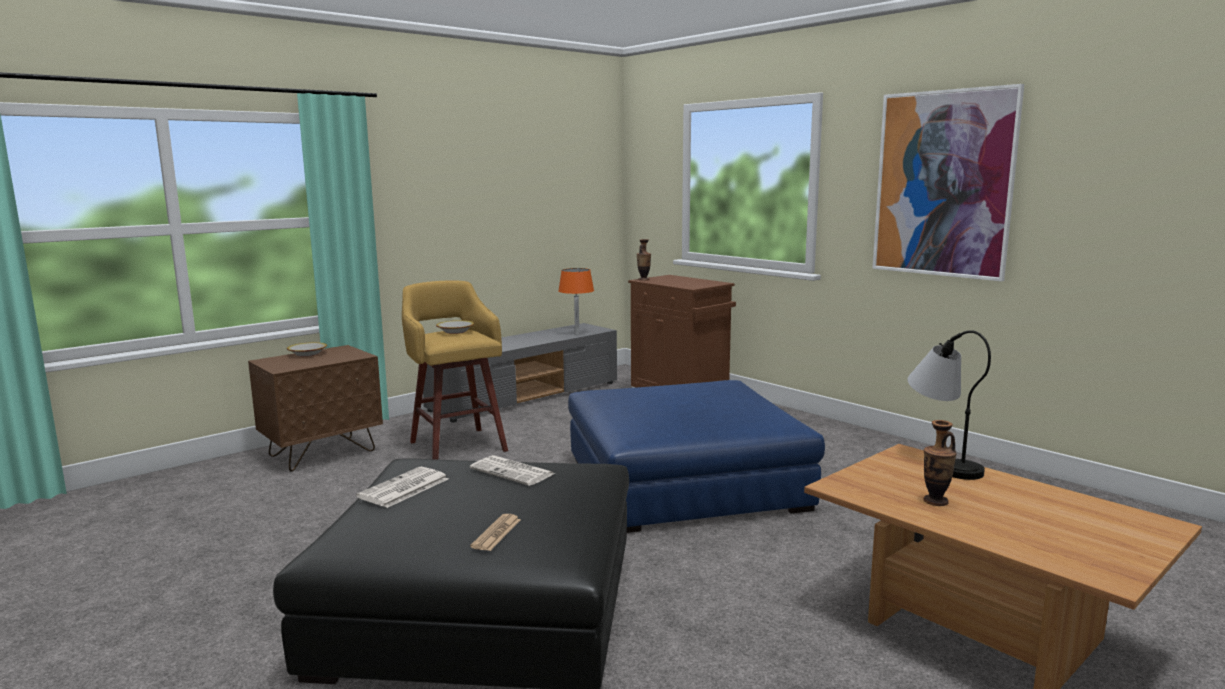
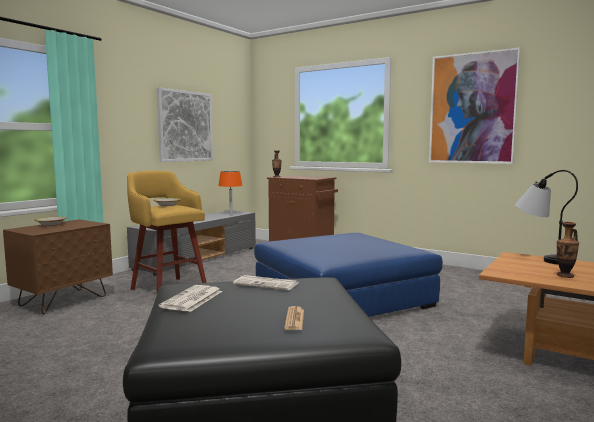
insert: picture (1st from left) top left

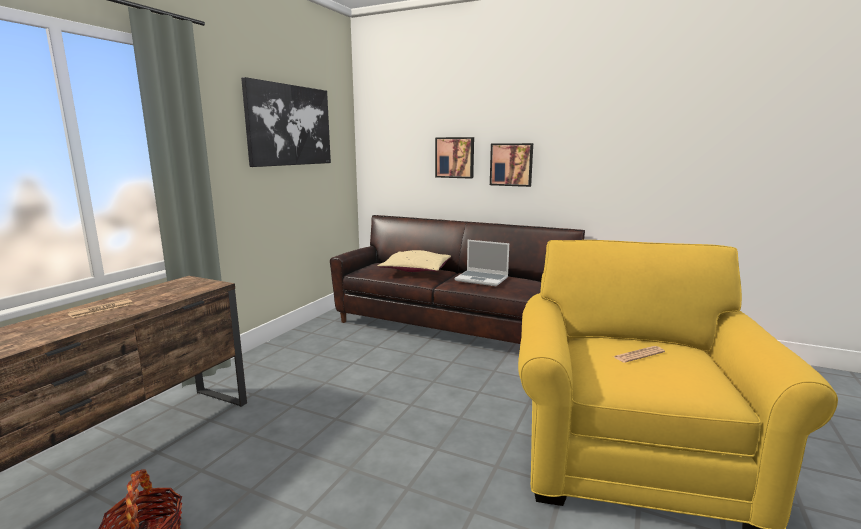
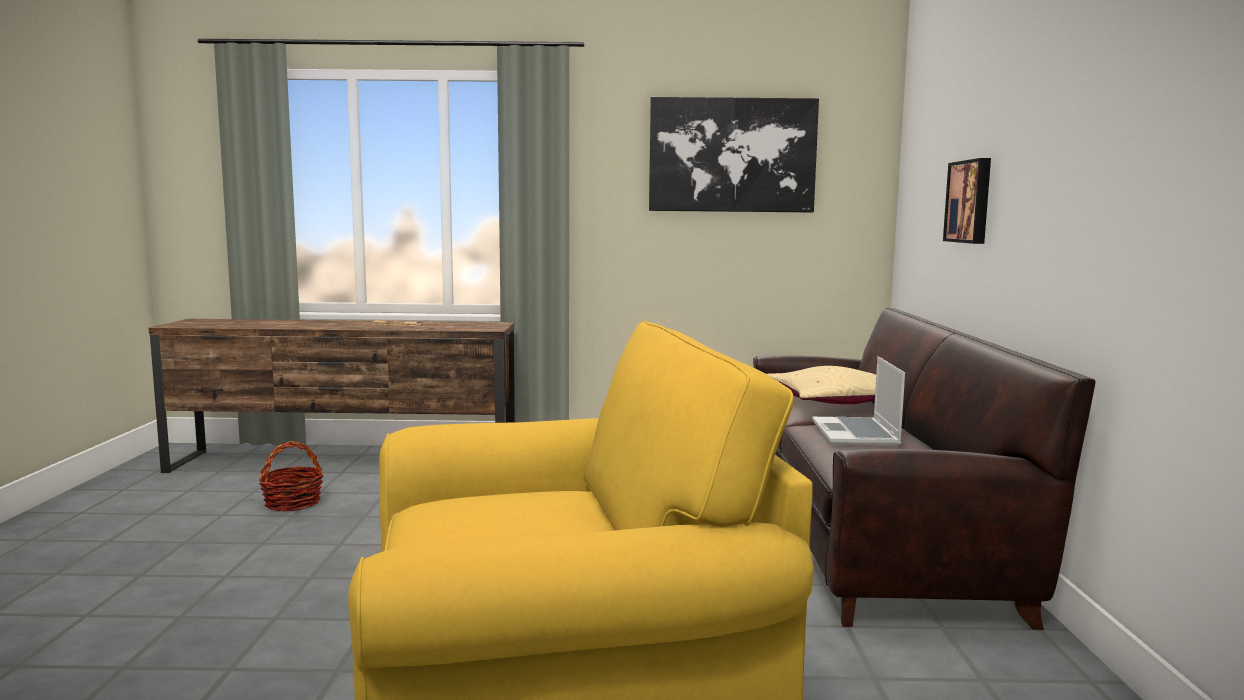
delete: picture (3rd from left) top centre; newspaper (2nd from left) bottom right

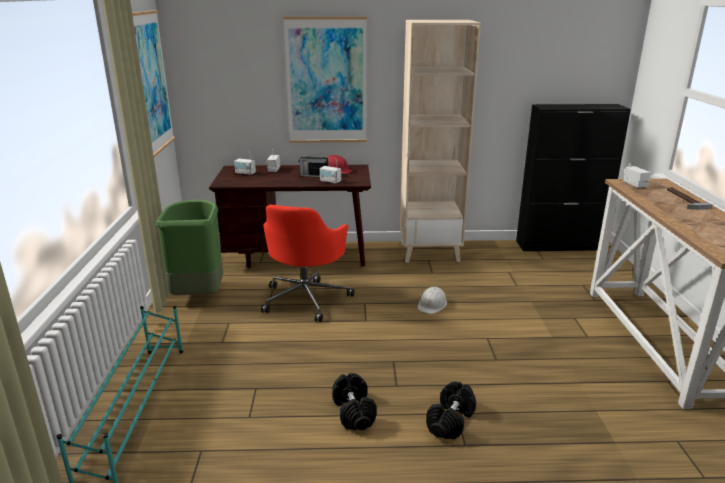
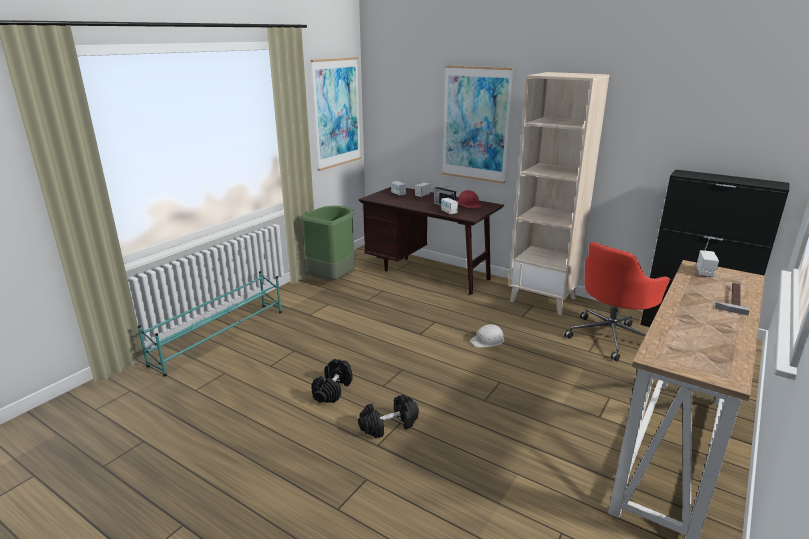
move: red_office_chair centre to middle right

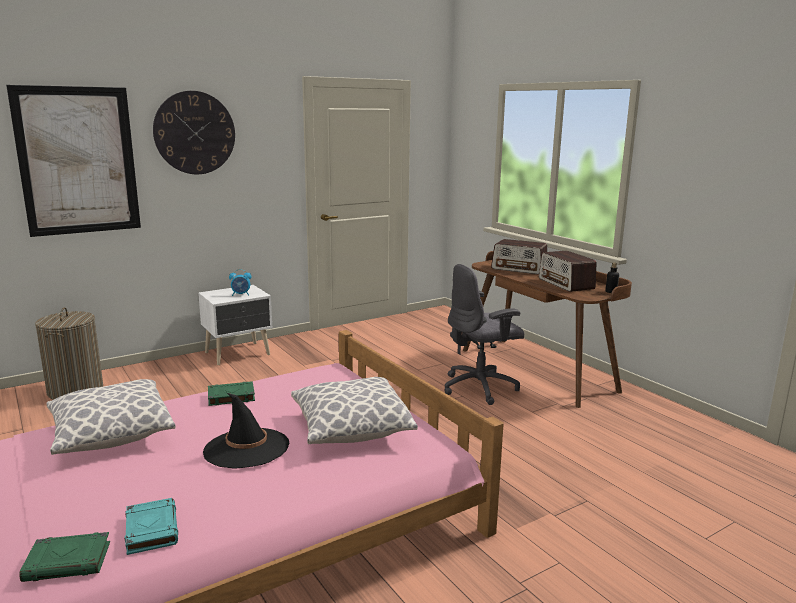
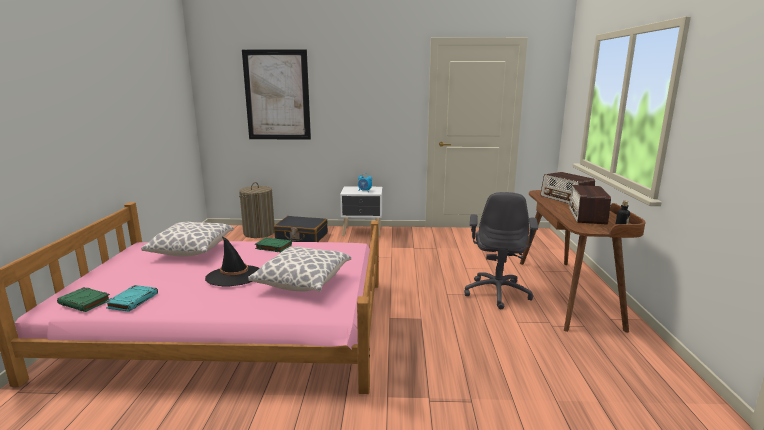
delete: wall_clock top left
insert: black_suitcase centre
rotate: grey_office_chair centre = centre 90 degrees counterclockwise

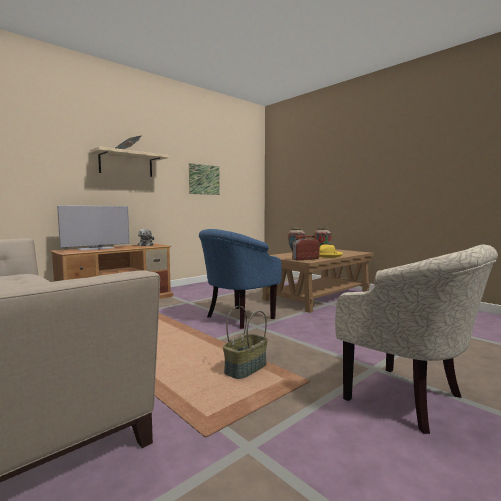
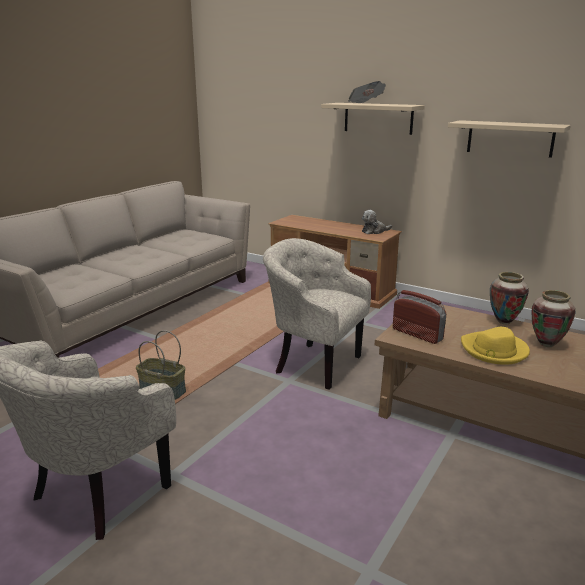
delete: television middle left
replace: picture centre to beige_shelf (2nd from left) top right
recolor: blue_armchair centre to beige_armchair (2nd from left) centre

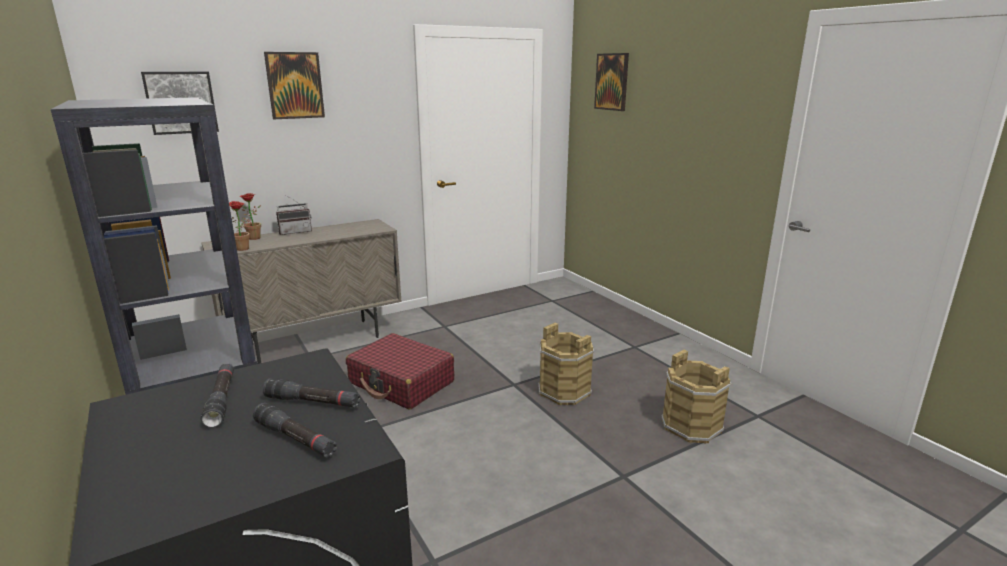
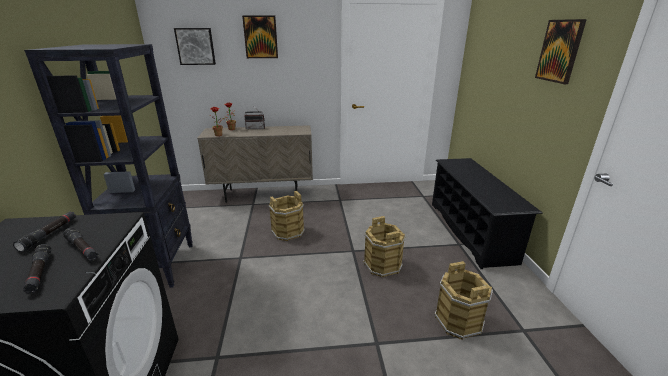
insert: black_shoe_rack middle right
move: picture (3rd from left) top centre to top right
replace: red_suitcase centre to brown_bucket (1st from left) centre

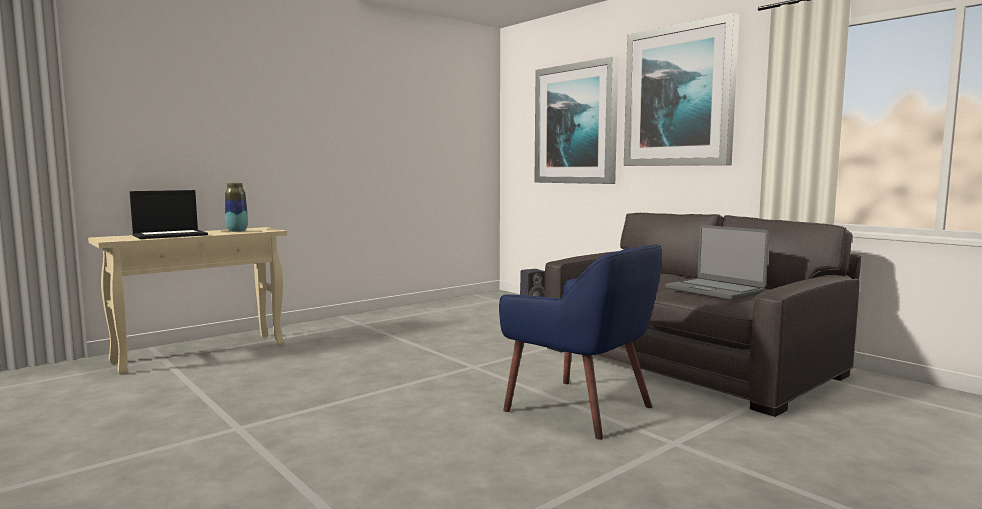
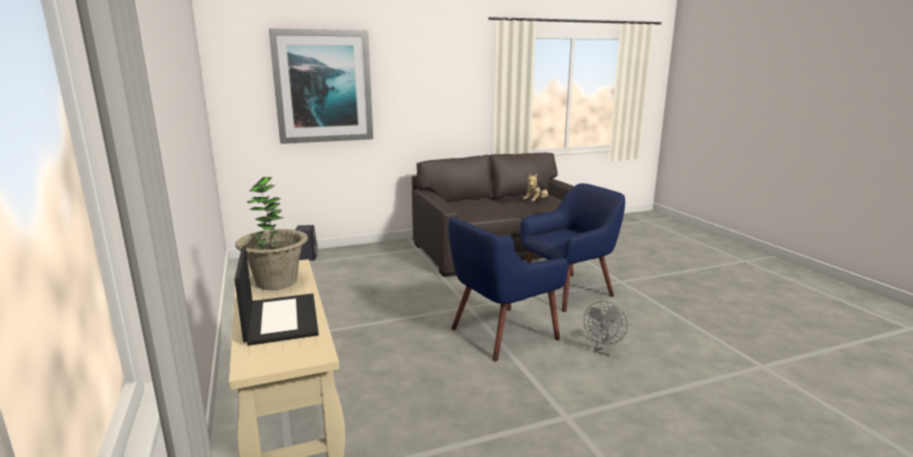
delete: picture (2nd from left) top right
insert: blue_armchair (1st from left) centre; grey_fan bottom centre
replace: vase middle left to potted_plant middle left; laptop (2nd from left) middle right to plush_toy centre

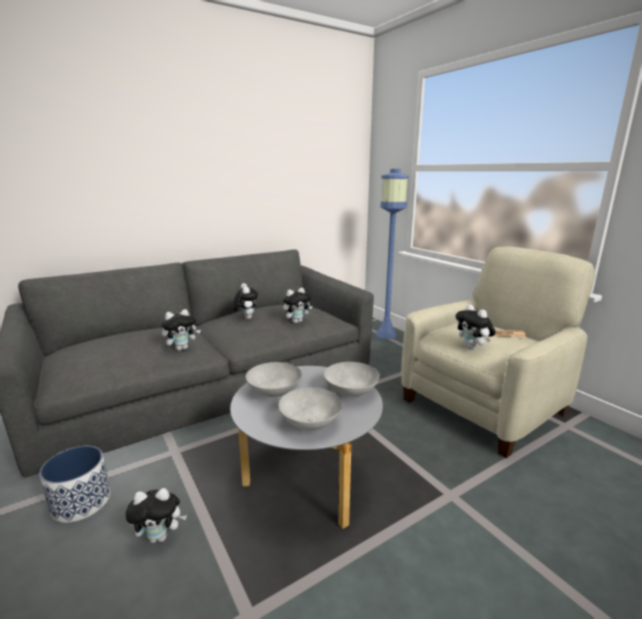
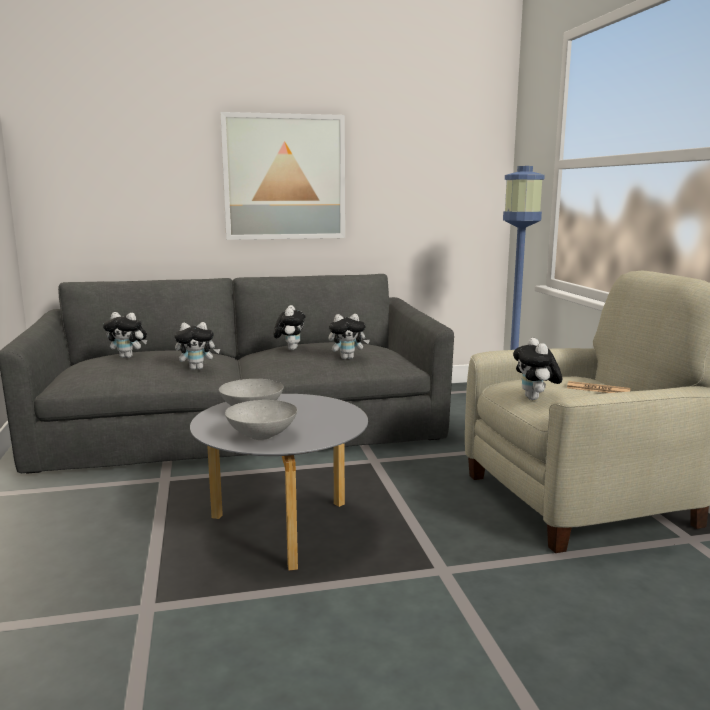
delete: planter bottom left; grey_bowl (3rd from left) centre
insert: picture top centre
move: plush_toy (1st from left) bottom left to middle left

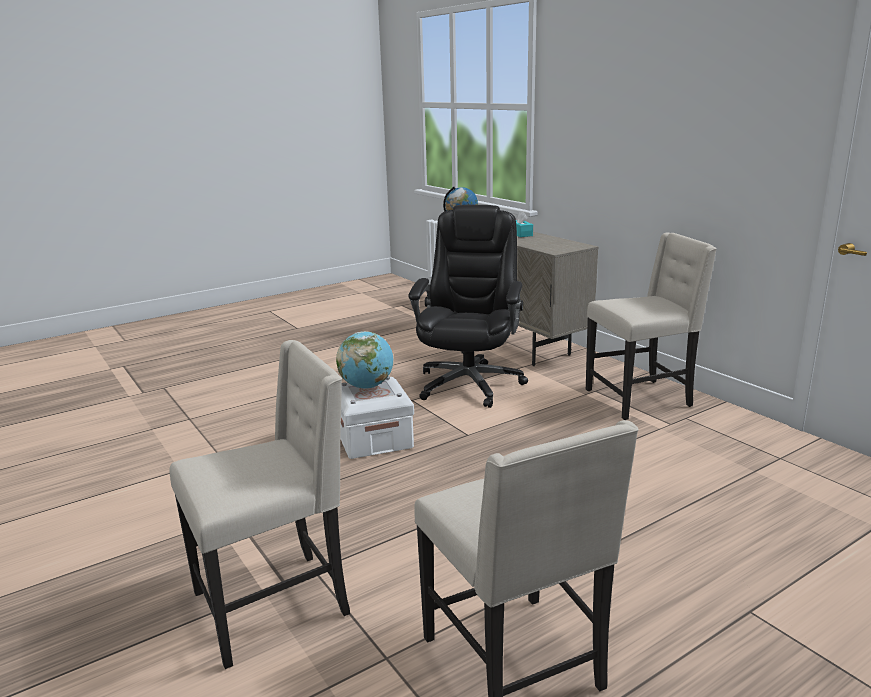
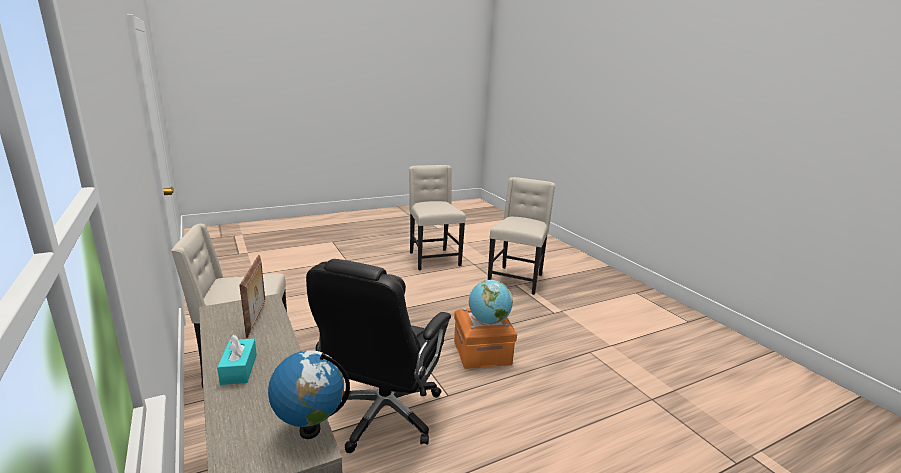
insert: picture_frame middle left
recolor: white_storage_box centre to orange_storage_box bottom centre
rotate: beige_chair (1st from left in the first image) bottom left = centre 135 degrees clockwise

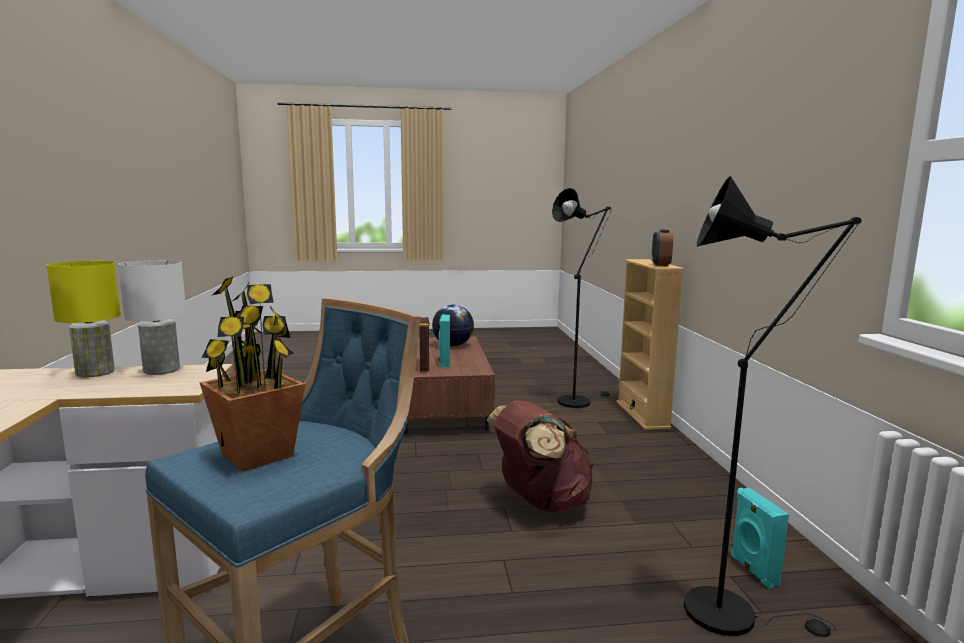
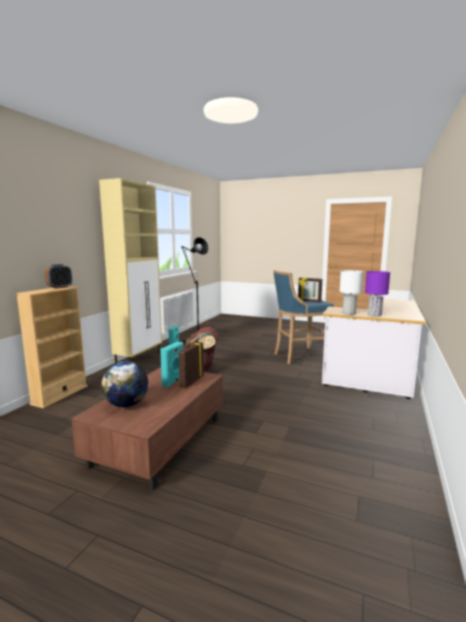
delete: black_floor_lamp (1st from left) centre
insert: beige_cabinet middle left
replace: potted_plant middle left to picture_frame (2nd from left) centre
recolor: yellow_table_lamp middle left to purple_table_lamp middle right

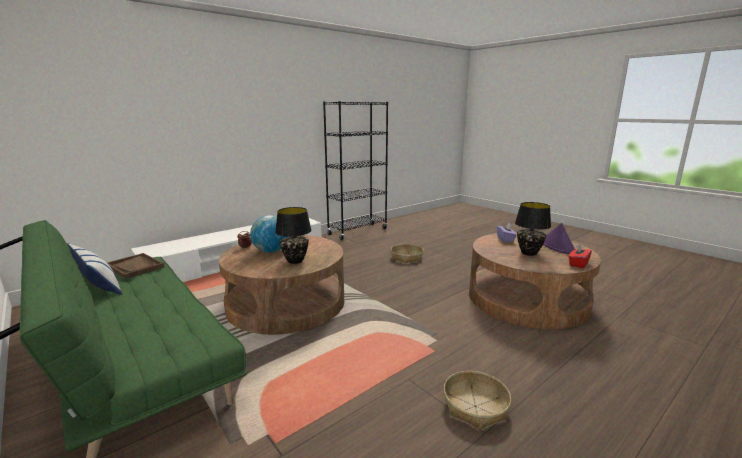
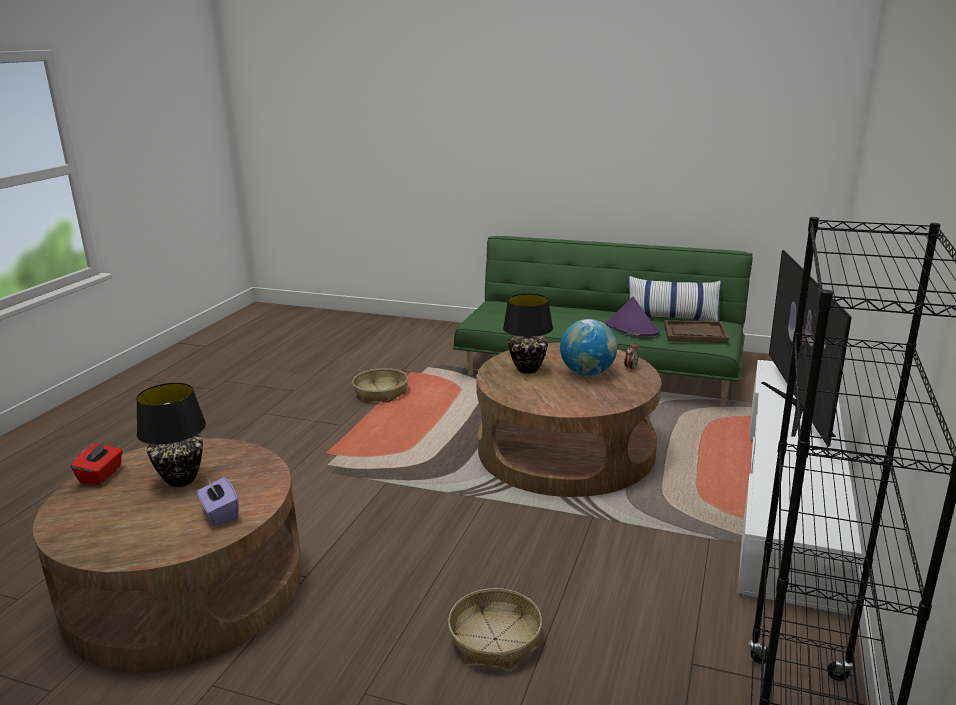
insert: television middle right
move: basket (2nd from left in the first image) bottom centre to basket (1st from left) centre; purple_hat middle right to centre

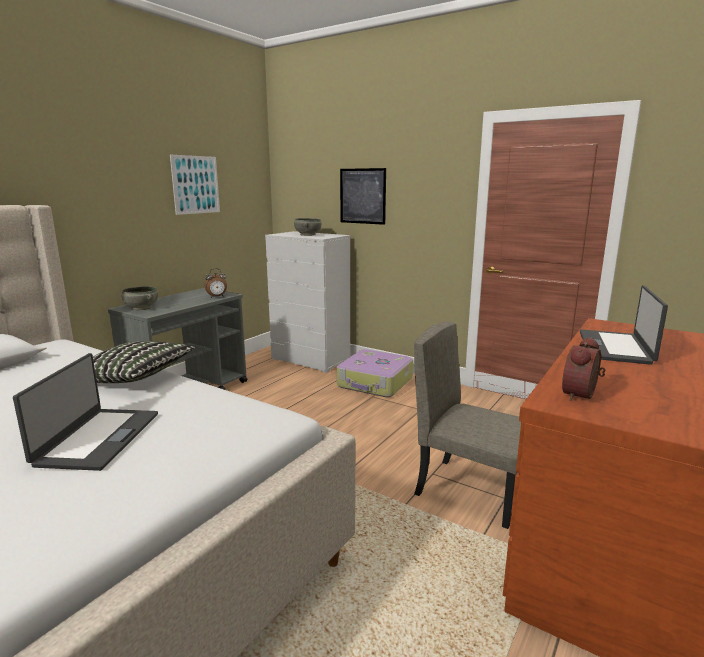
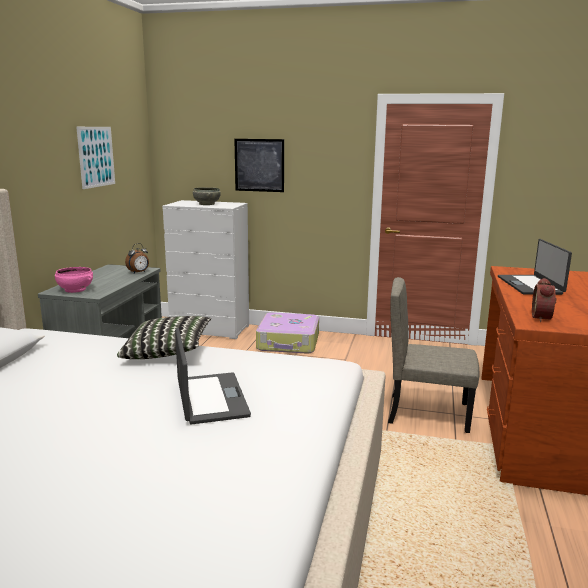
recolor: grey_bowl (1st from left) middle left to pink_bowl middle left

